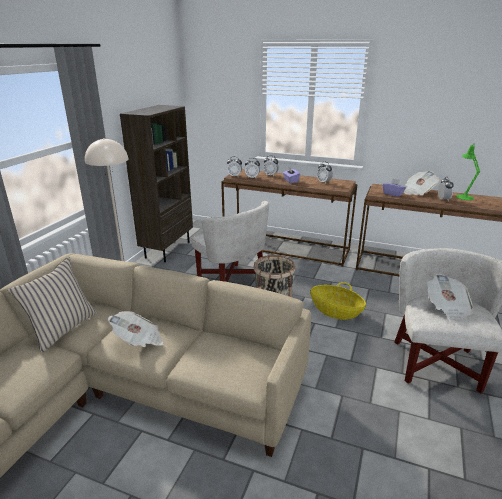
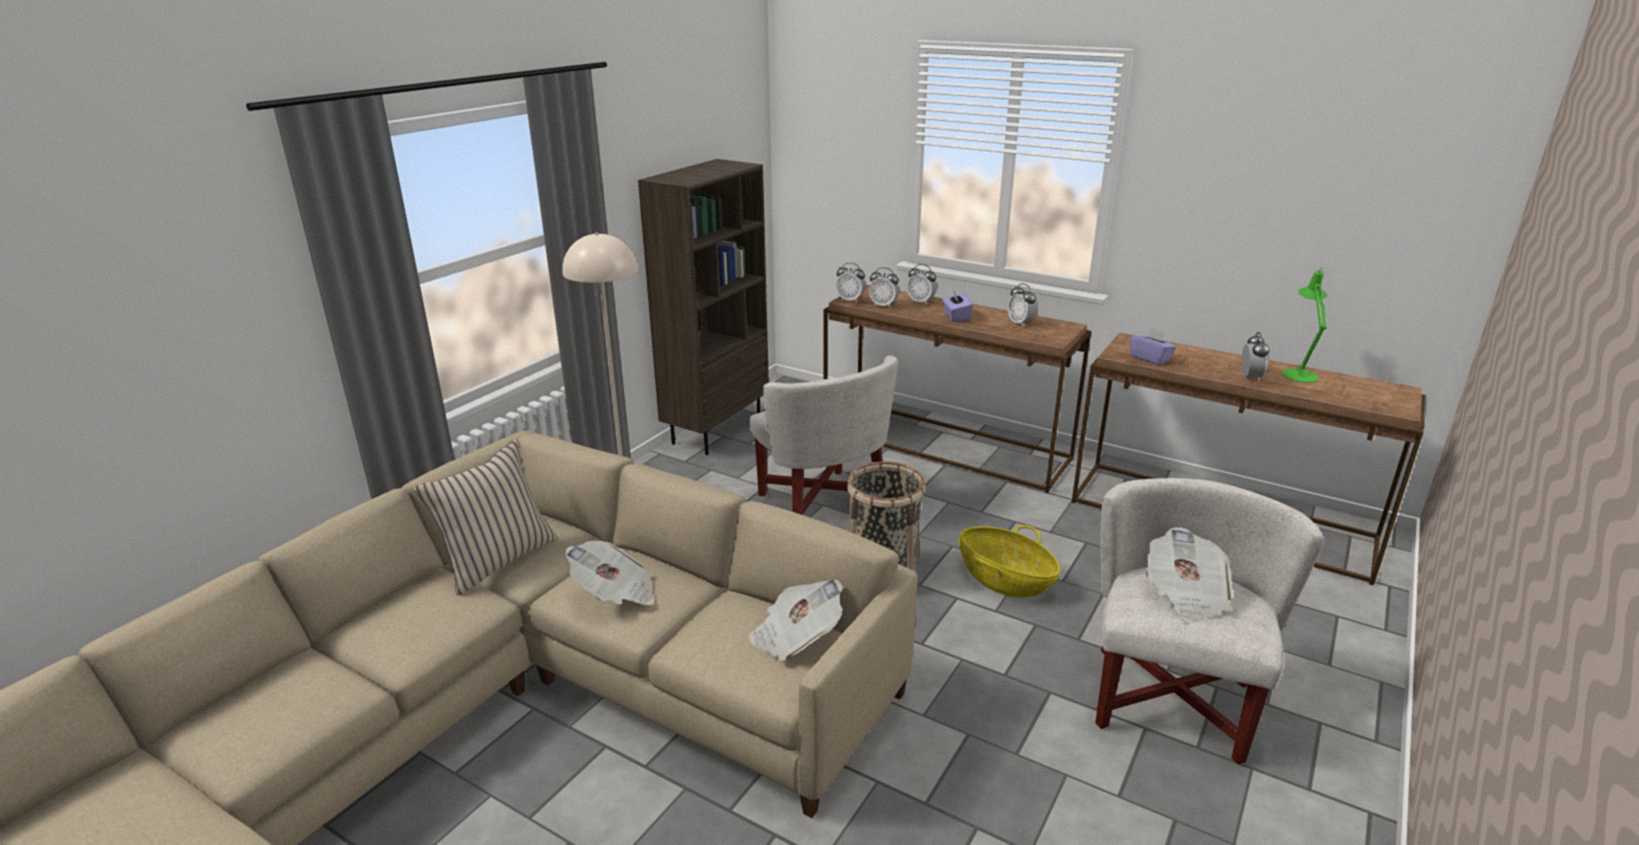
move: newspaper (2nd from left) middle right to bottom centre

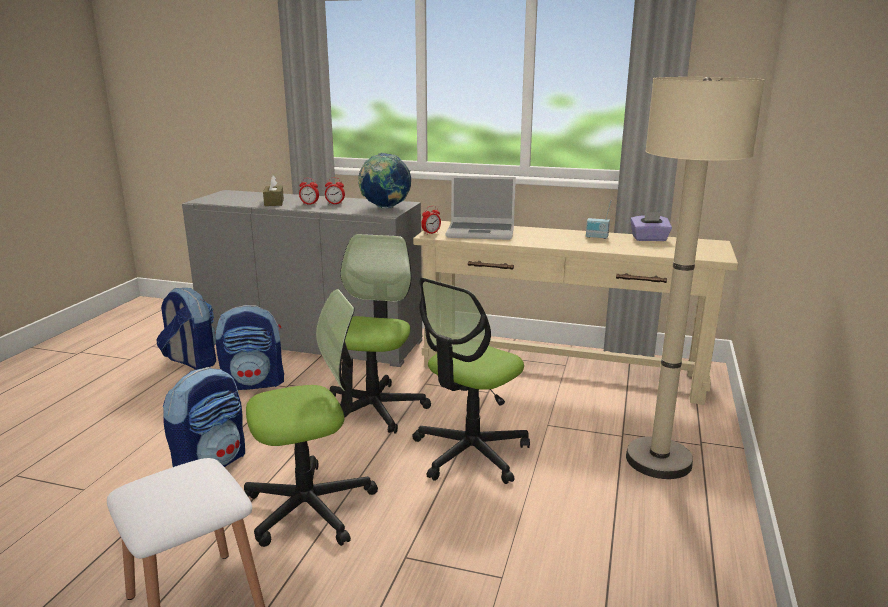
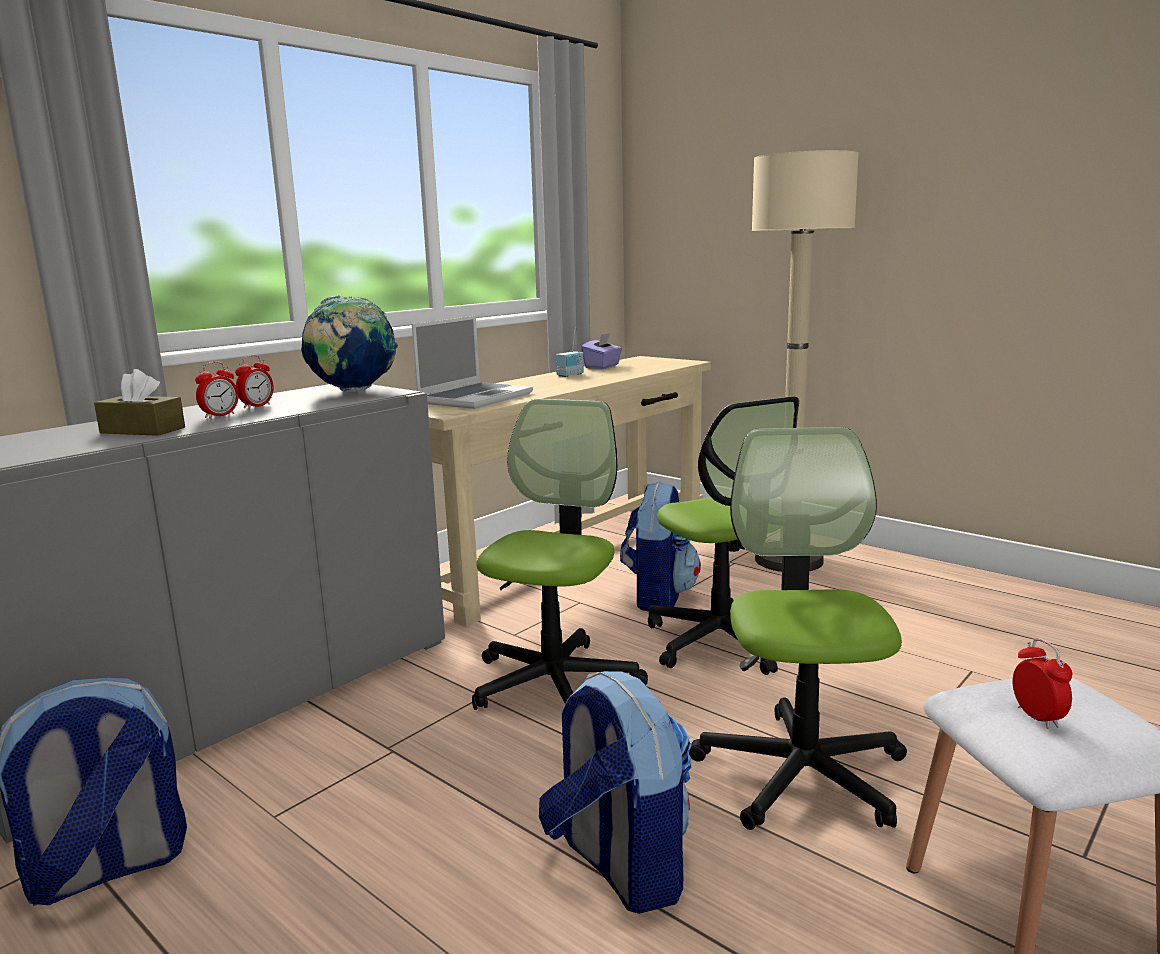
move: backpack (3rd from left) middle left to centre; alarm_clock (3rd from left) centre to bottom right
rotate: office_chair (2nd from left in the first image) centre = centre 75 degrees clockwise

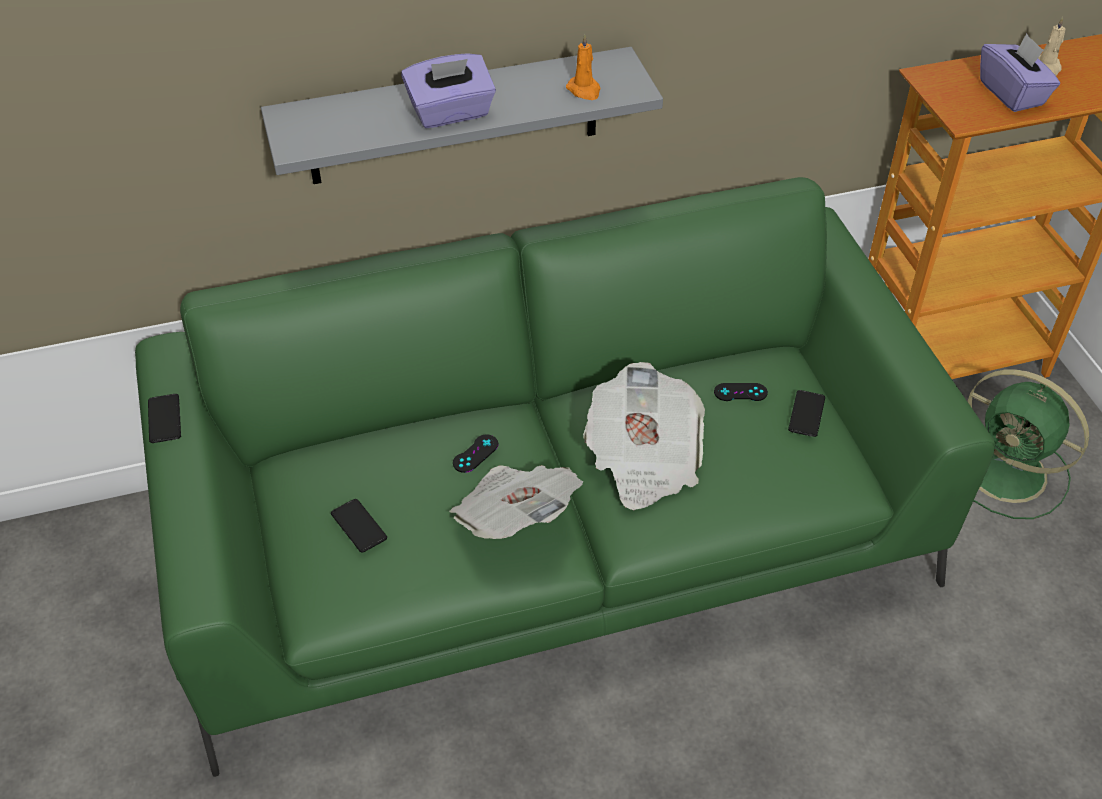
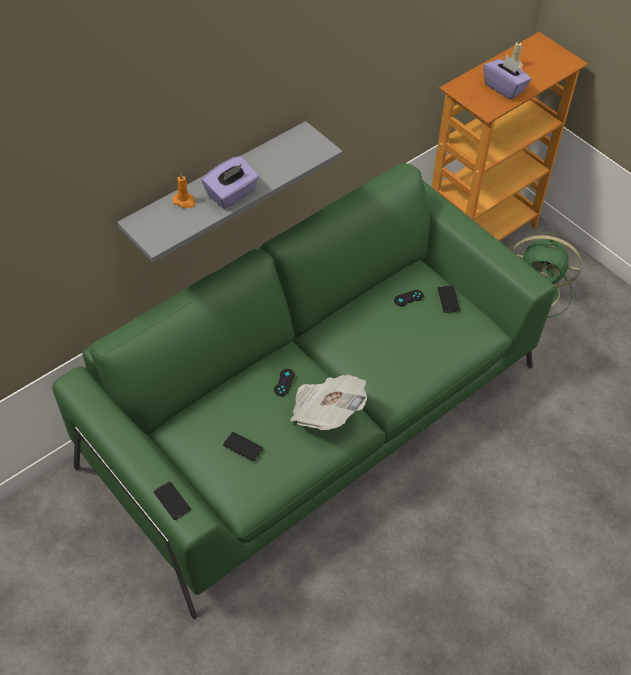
delete: newspaper (2nd from left) centre
move: phone (1st from left) middle left to bottom left; orange_candle top centre to top left

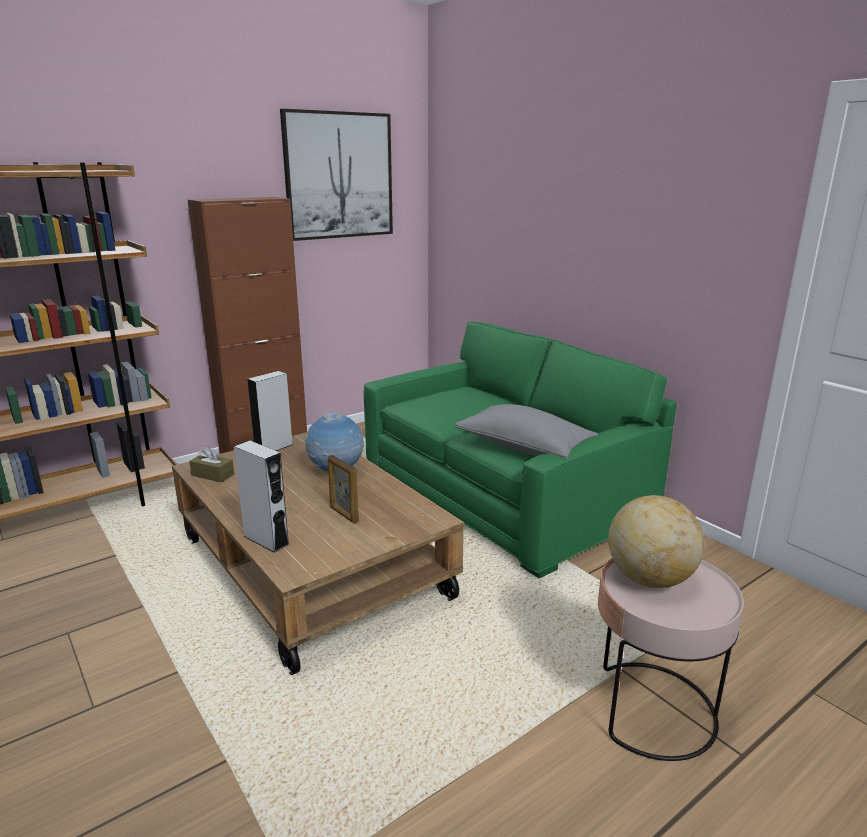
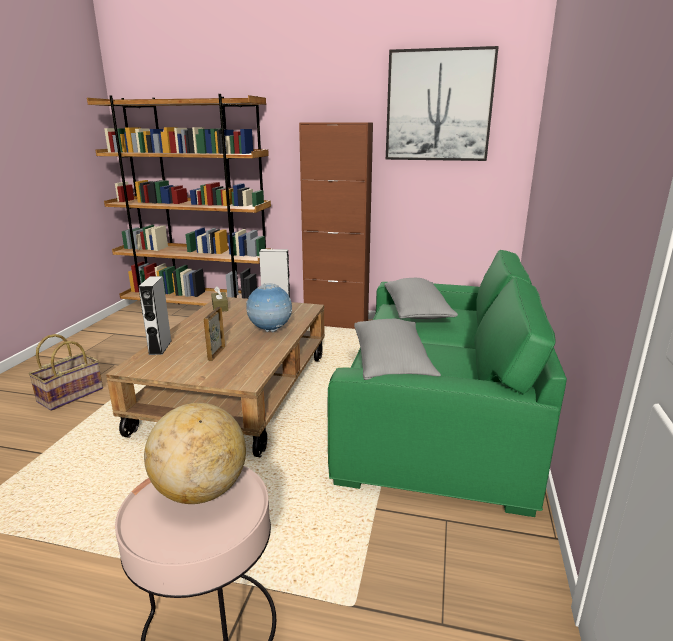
insert: basket middle left; grey_pillow (2nd from left) centre

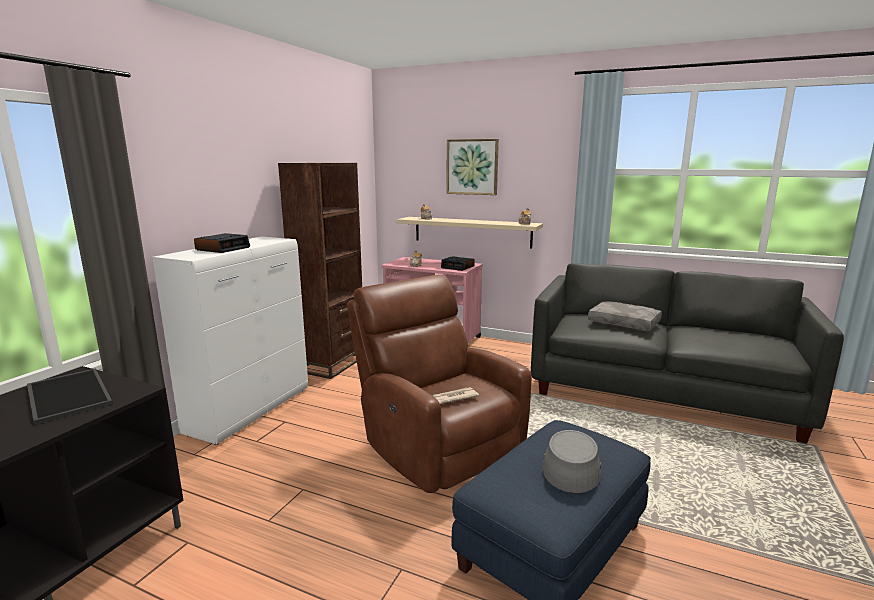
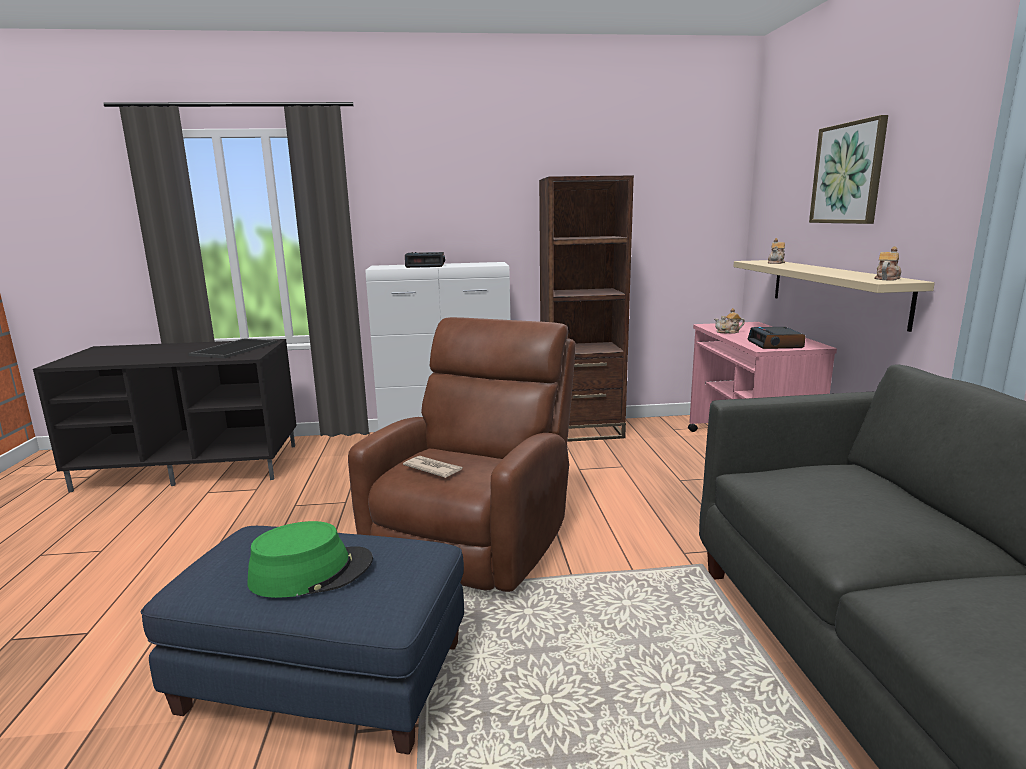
delete: grey_pillow middle right
recolor: grey_hat bottom centre to green_hat bottom left

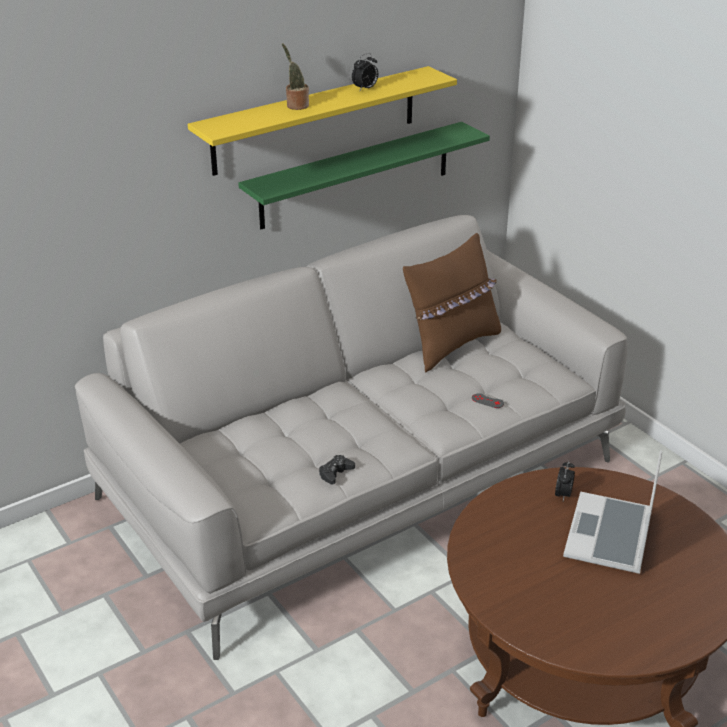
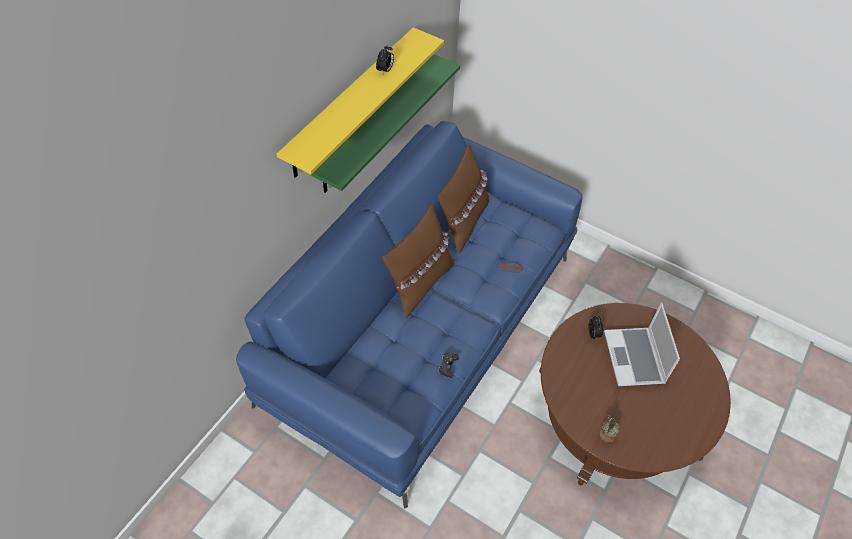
insert: brown_pillow (1st from left) centre
move: potted_plant top centre to bottom right
recolor: grey_sofa centre to blue_sofa centre

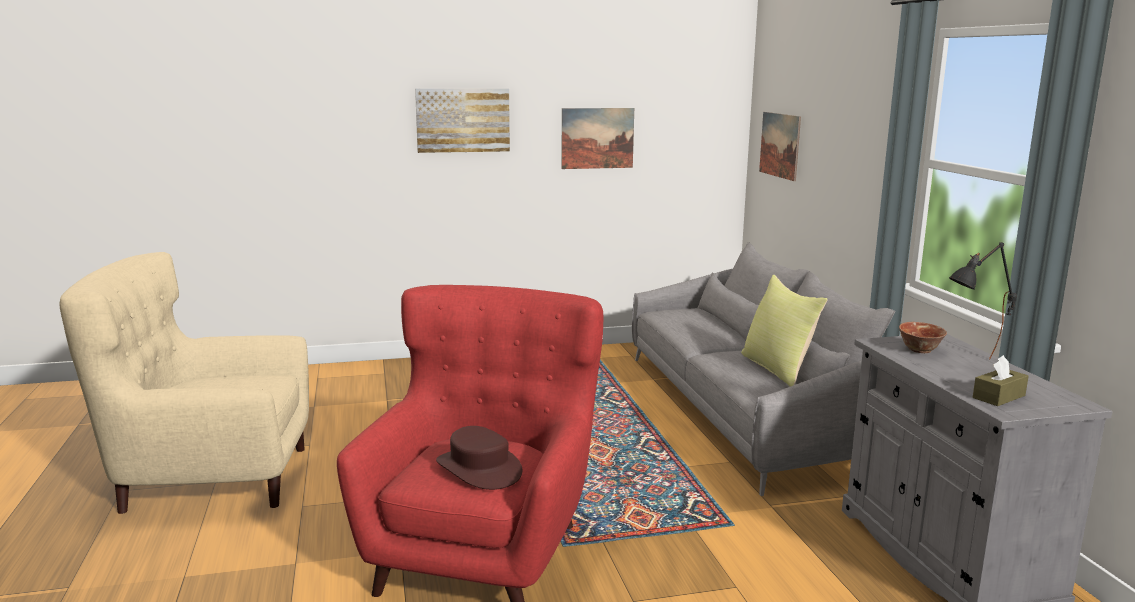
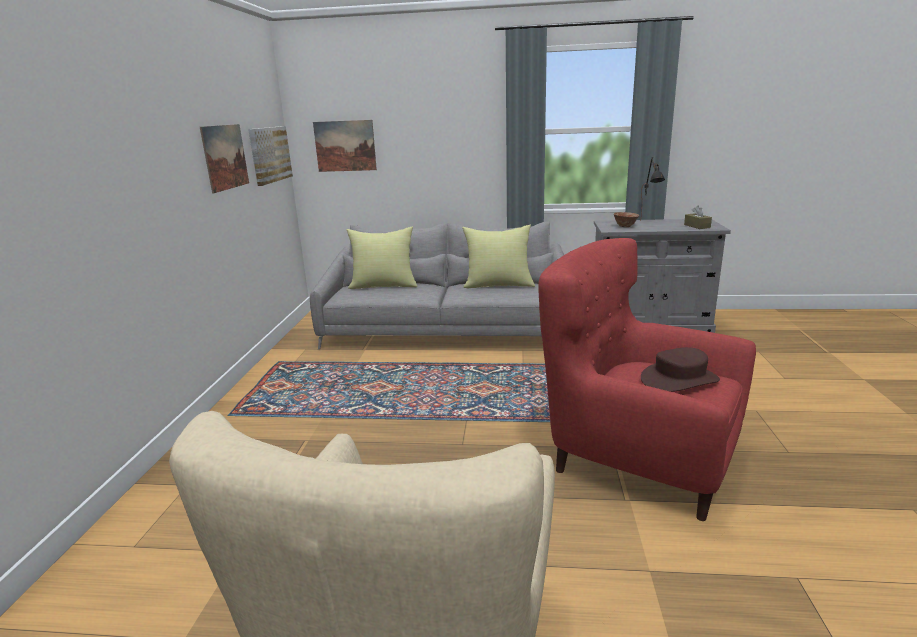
insert: yellow_pillow (1st from left) centre
move: picture (1st from left in the first image) top centre to picture (2nd from left) top left

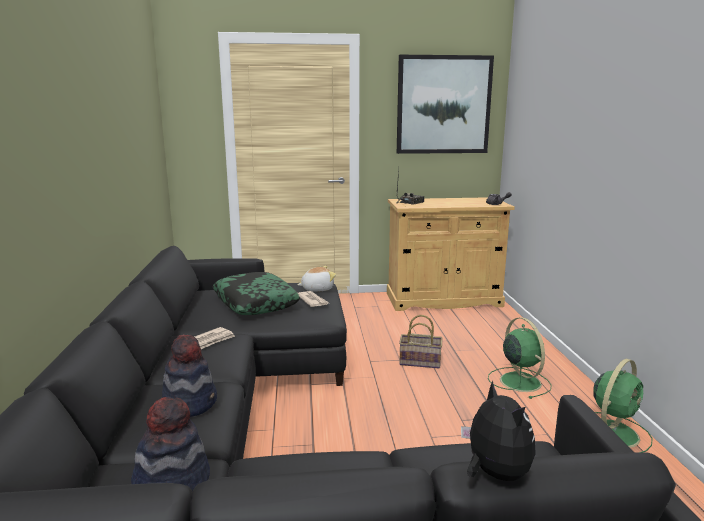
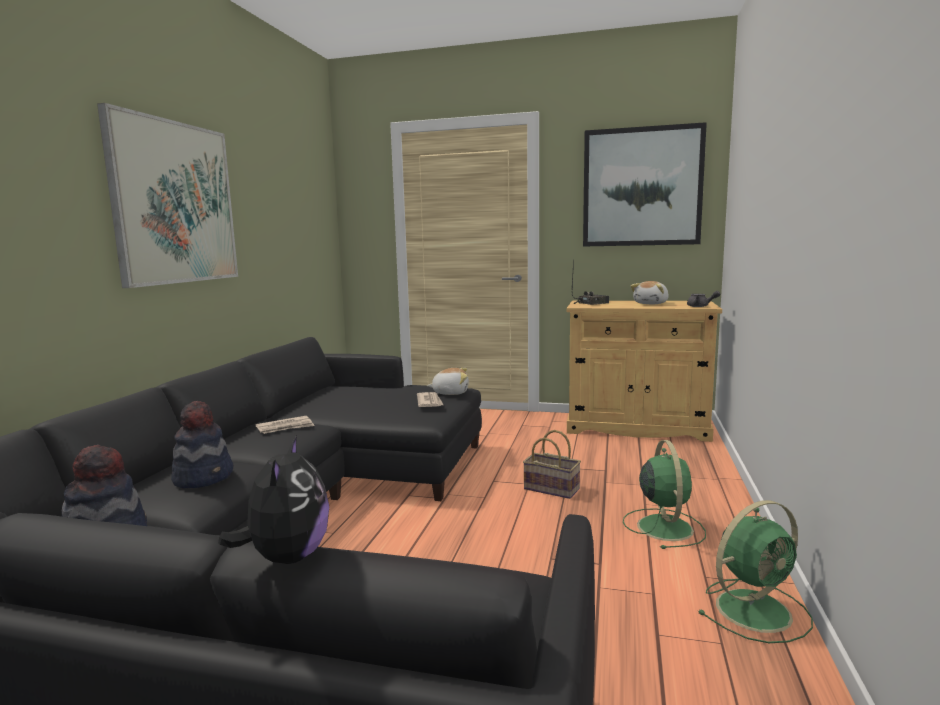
delete: pillow centre
insert: picture (1st from left) top left; plush_toy (3rd from left) middle right

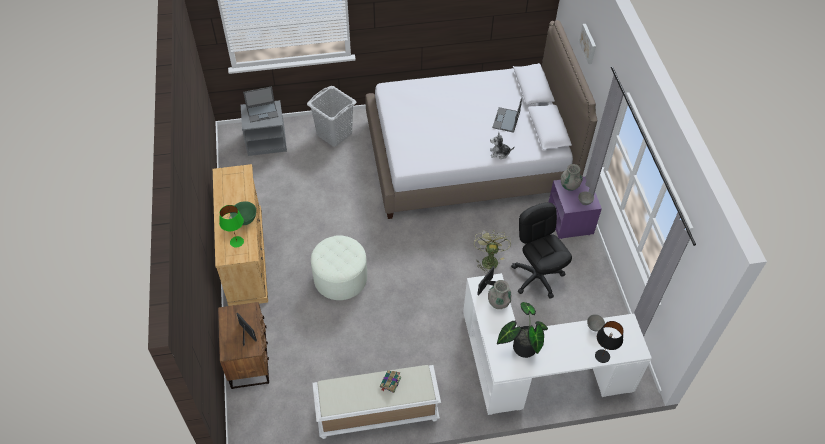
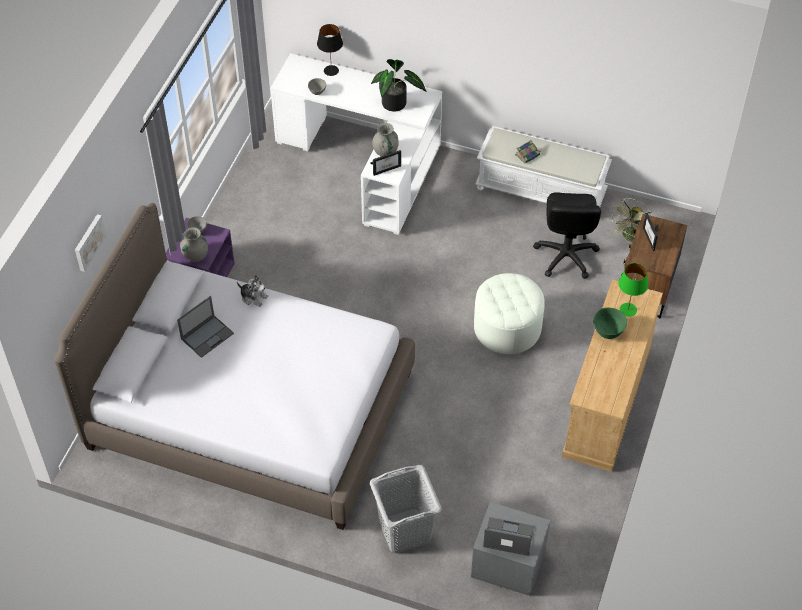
move: green_fan centre to middle right; black_office_chair centre to middle right

